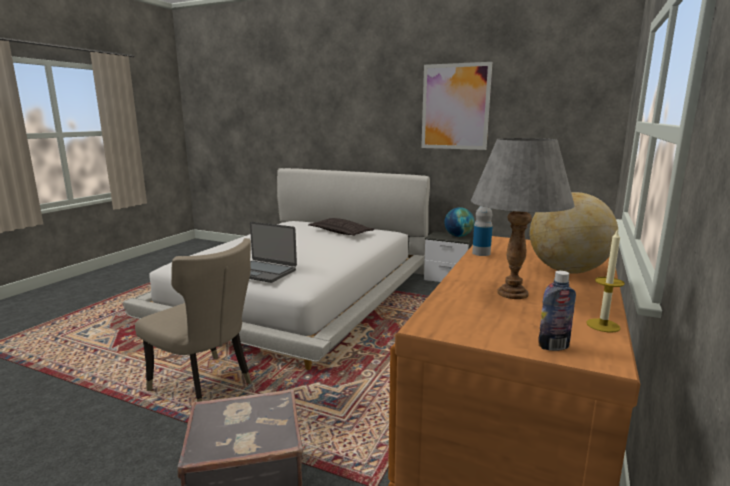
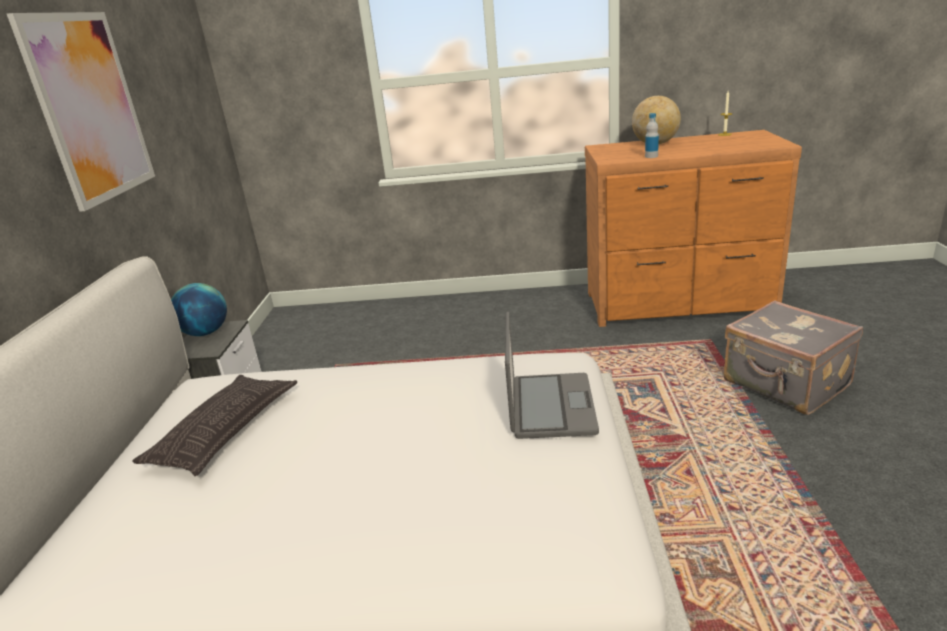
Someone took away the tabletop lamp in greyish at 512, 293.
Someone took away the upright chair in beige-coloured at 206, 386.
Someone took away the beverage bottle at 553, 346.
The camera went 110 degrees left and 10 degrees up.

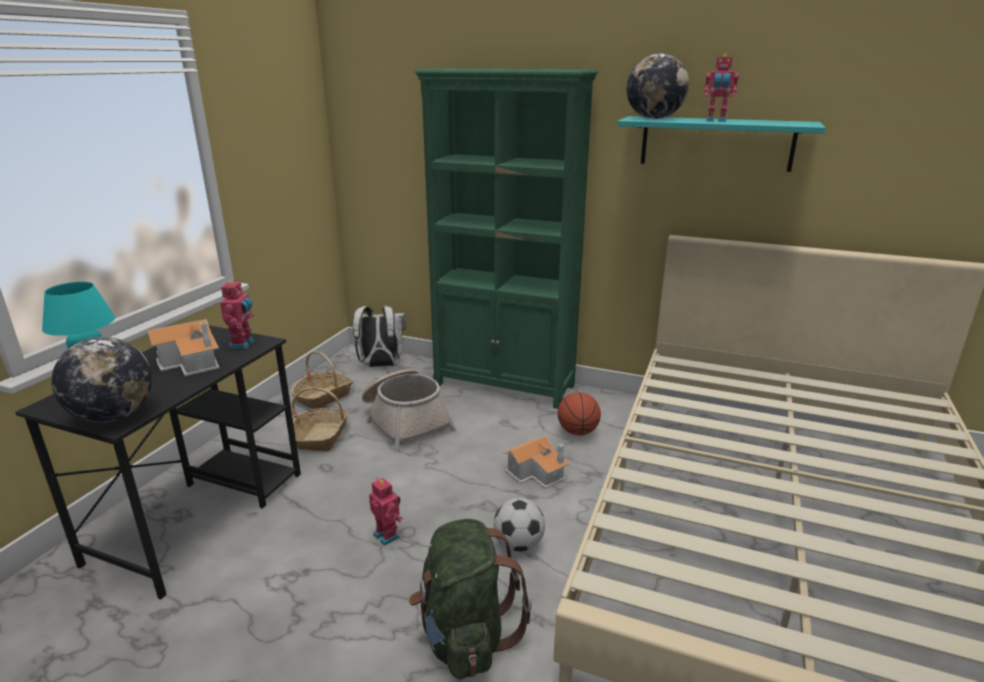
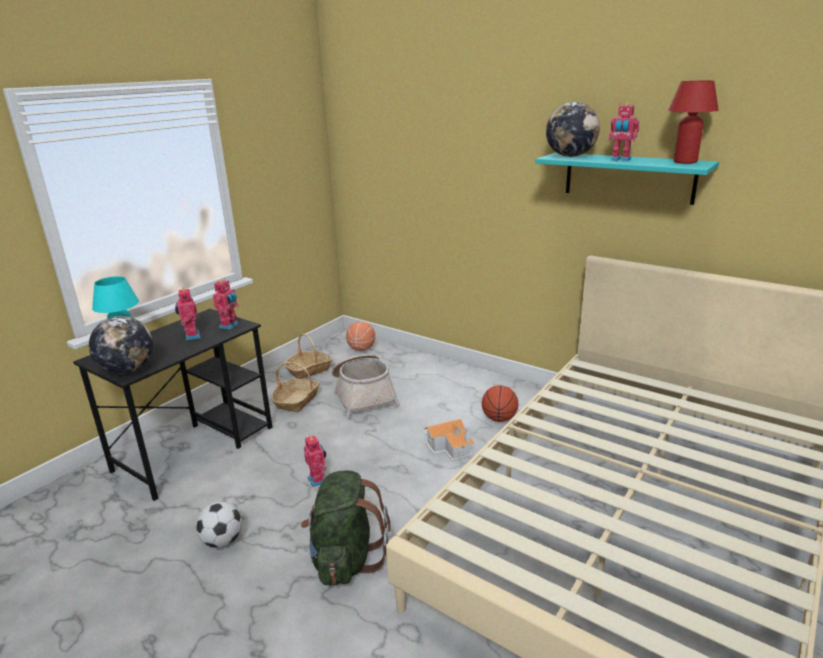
Someone took away the bookcase in green at 505, 385.
Someone swapped the backpack in whitish at 381, 365 for the basketball ball at 361, 349.
Someone swapped the toy house at 192, 362 for the toy robot at 191, 336.
Someone carried the ball for football from 518, 544 to 222, 541.
Someone put down the tabletop lamp in red at 685, 162.
The camera went 15 degrees right and 0 degrees up.

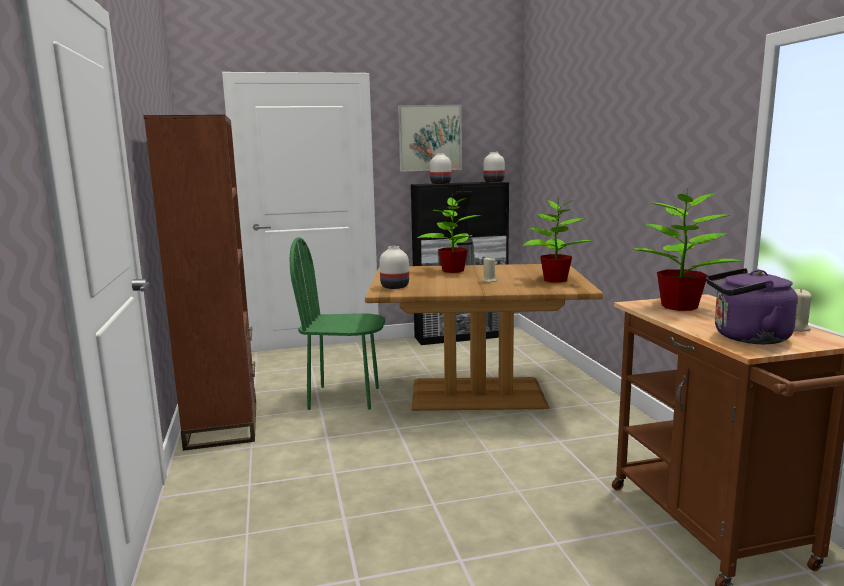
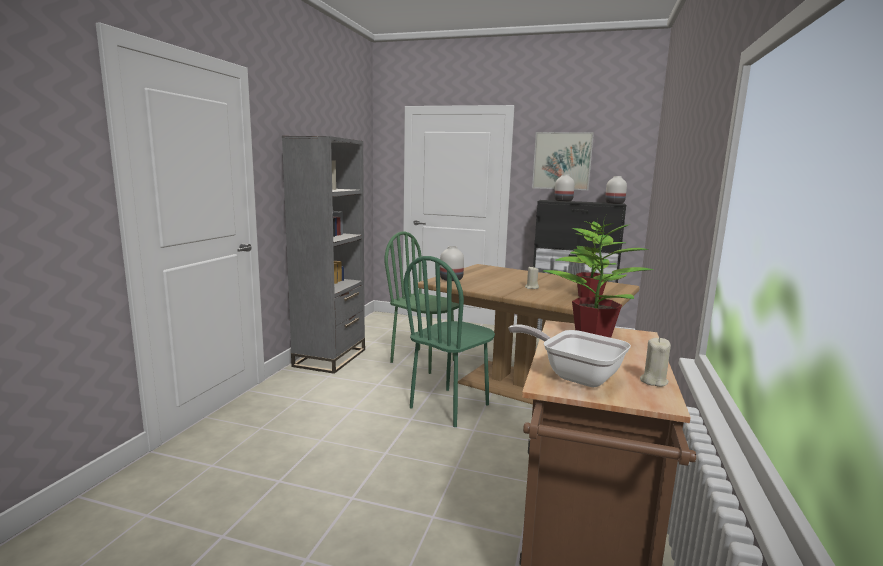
Someone repainted the bookcase in brownish at 223, 425, which became the bookcase in greyish at 330, 358.
Someone took away the houseplant at 452, 270.
Someone swapped the water kettle in purple at 746, 338 for the pan at 574, 375.
Someone put down the upright chair in green at 450, 406.
The camera went 30 degrees right and 0 degrees up.

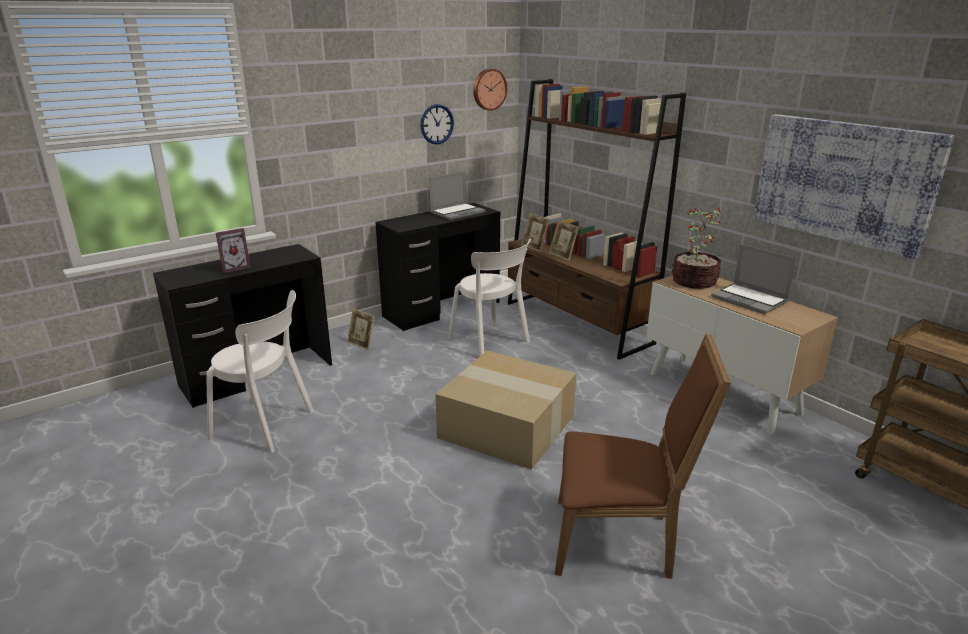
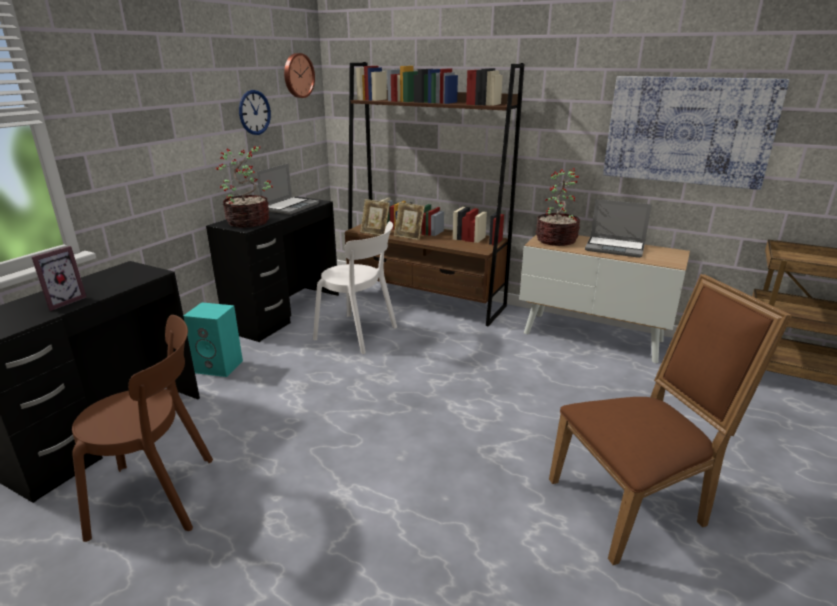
Someone repainted the upright chair in whitish at 266, 425, which became the upright chair in brownish at 160, 496.
Someone swapped the photo frame at 361, 344 for the speaker in turquoise at 220, 366.
Someone took away the packing box at 509, 426.
Someone put down the houseplant at 249, 222.
The camera went 25 degrees left and 0 degrees up.

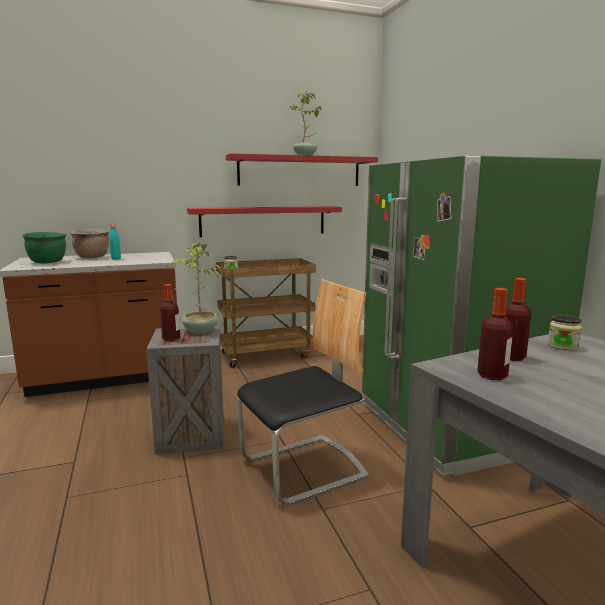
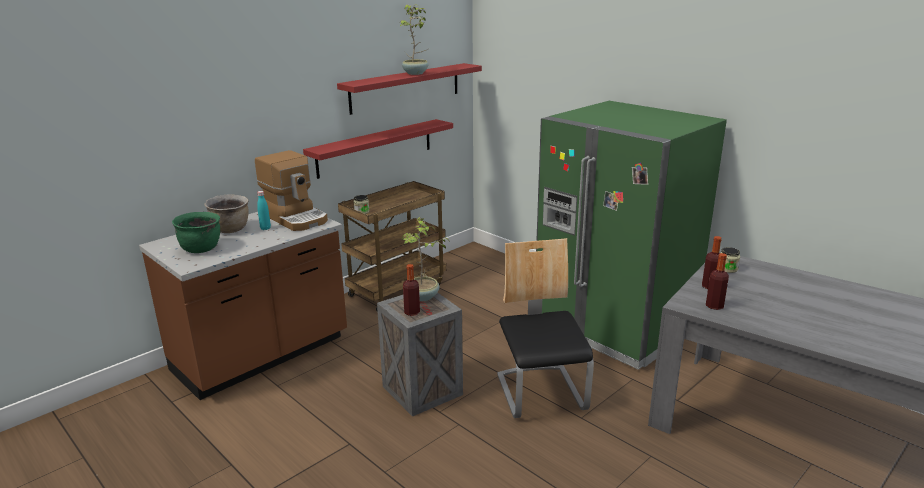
Someone rotated the upright chair at 304, 469 by 45 degrees counterclockwise.
Someone put down the coffee maker at 296, 217.
The camera went 25 degrees left and 10 degrees up.

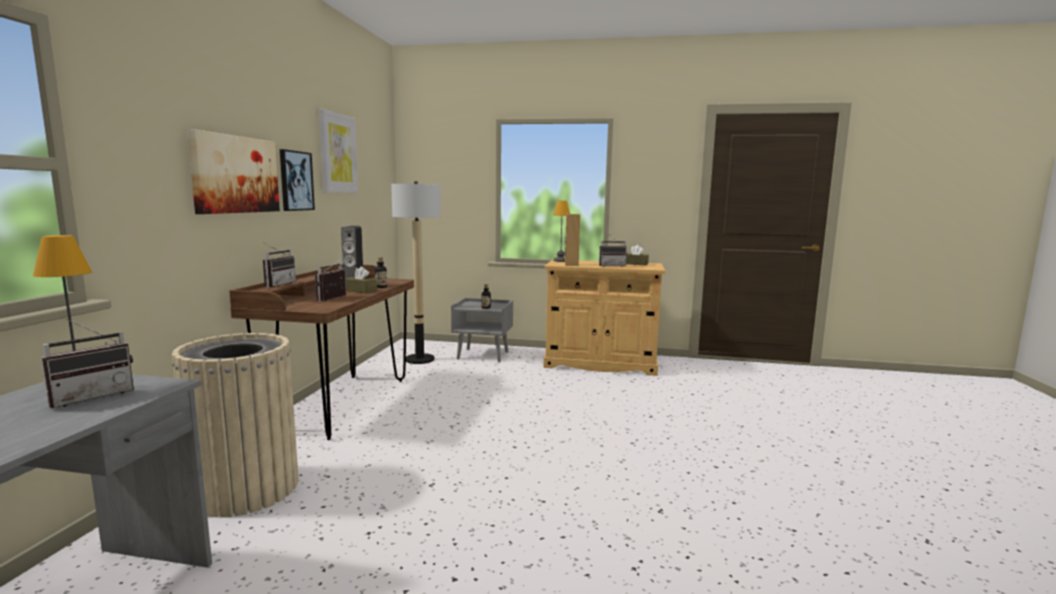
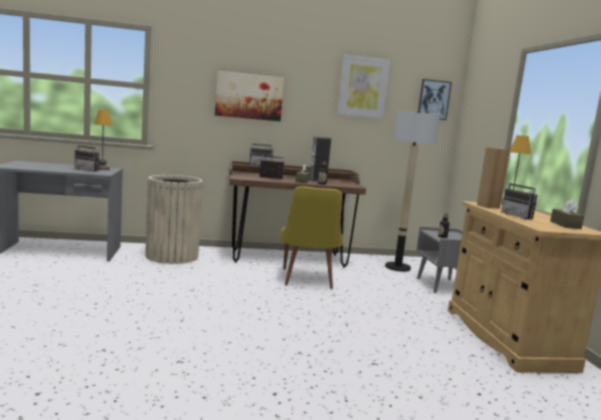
Someone carried the picture from 295, 181 to 433, 99.
Someone put down the upright chair in yellow-coloured at 306, 280.
The camera went 70 degrees right and 0 degrees up.

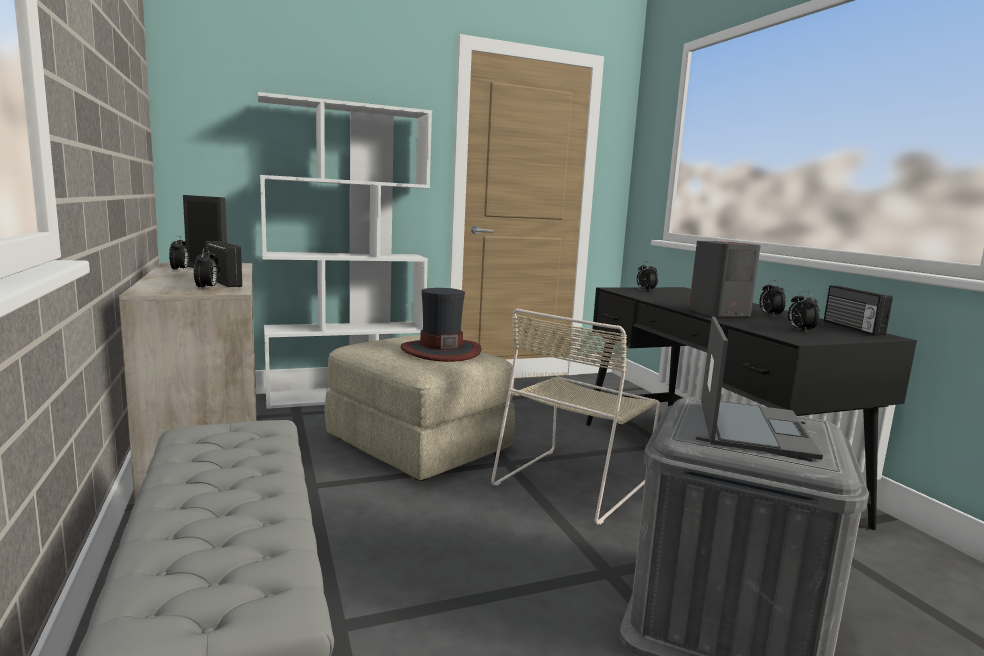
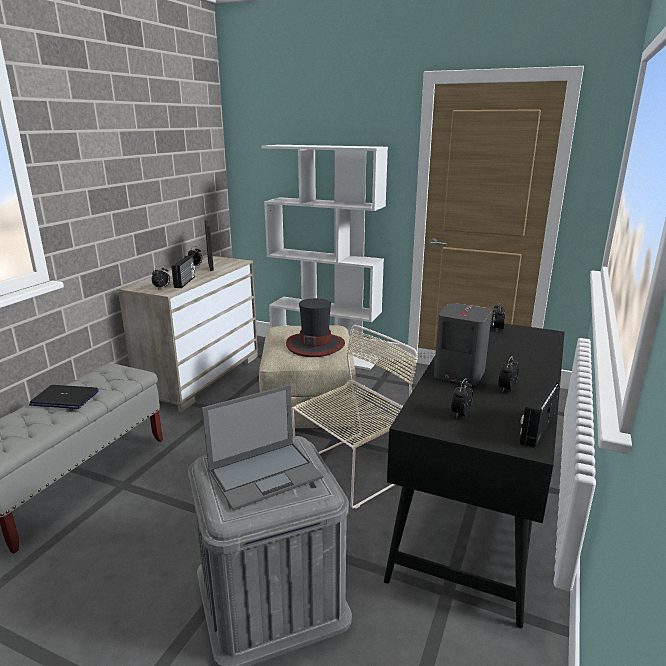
Someone rotated the upright chair in beige-coloured at 574, 481 by 150 degrees clockwise.
Someone put down the laptop at 64, 398.
The camera went 45 degrees right and 10 degrees up.

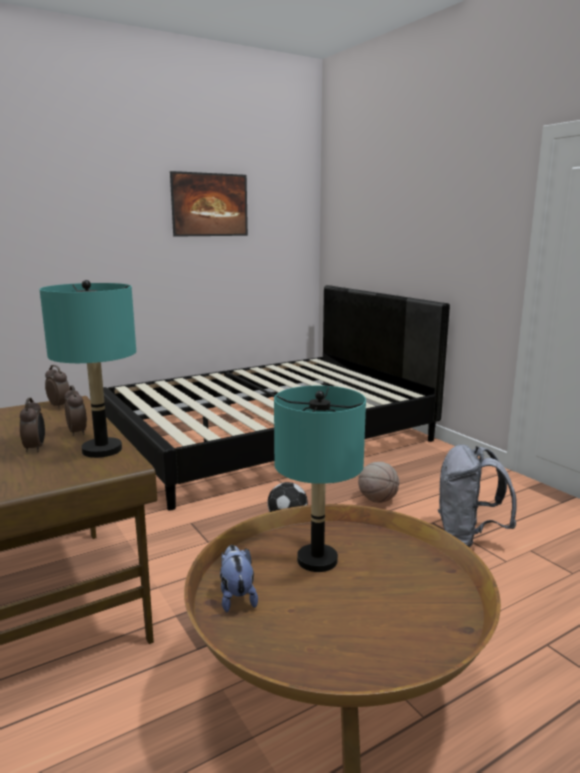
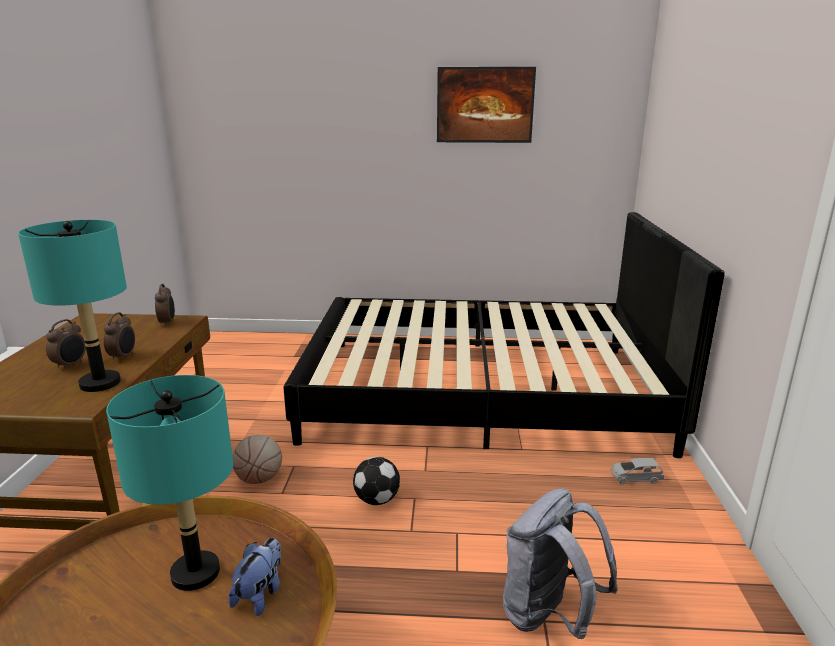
Someone carried the basketball ball from 377, 500 to 259, 479.
Someone carried the cuddly toy from 236, 597 to 260, 594.
Someone put down the miniature car in greyish at 635, 478.
The camera went 35 degrees right and 5 degrees up.

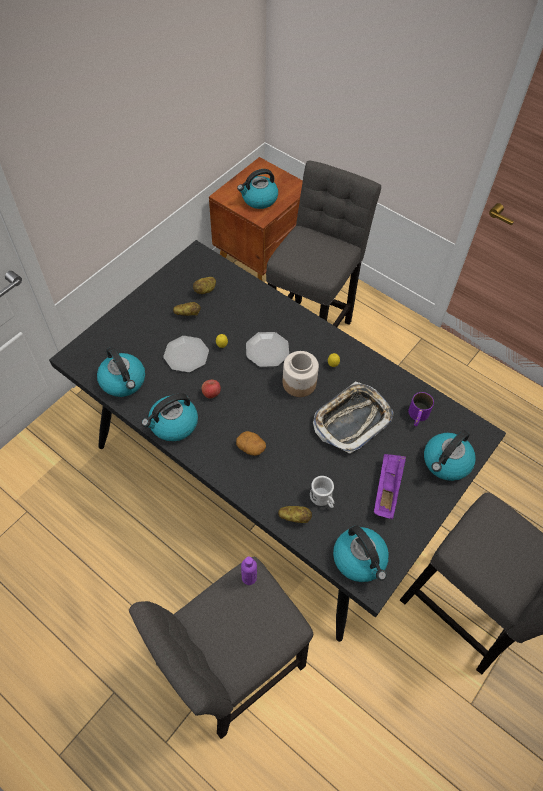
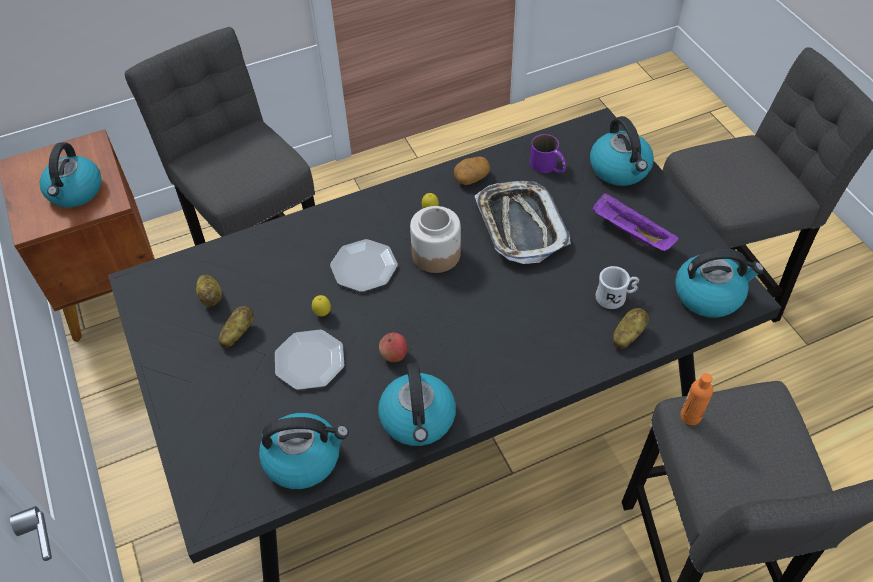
Someone carried the potato from 251, 447 to 471, 177.
Someone repainted the beverage bottle in purple at 249, 577, which became the beverage bottle in orange-coloured at 690, 416.
The camera went 60 degrees left and 5 degrees down.

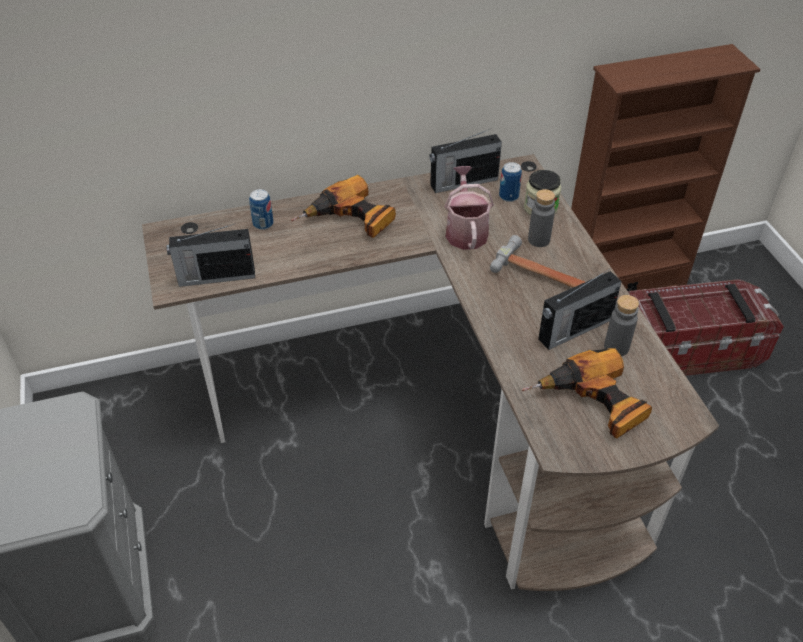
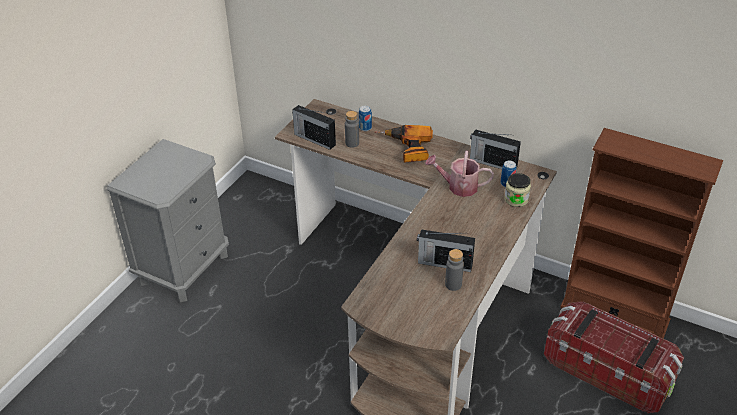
Someone rotated the watering pot at 465, 230 by 120 degrees counterclockwise.
Someone carried the beverage bottle in greyish from 539, 240 to 352, 143.
Someone took away the hand hammer at 542, 275.
Someone took away the power drill at 592, 404.
The camera went 45 degrees right and 5 degrees down.

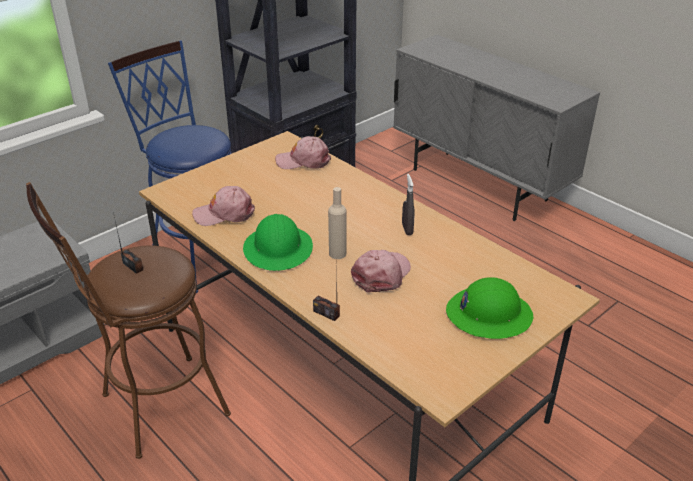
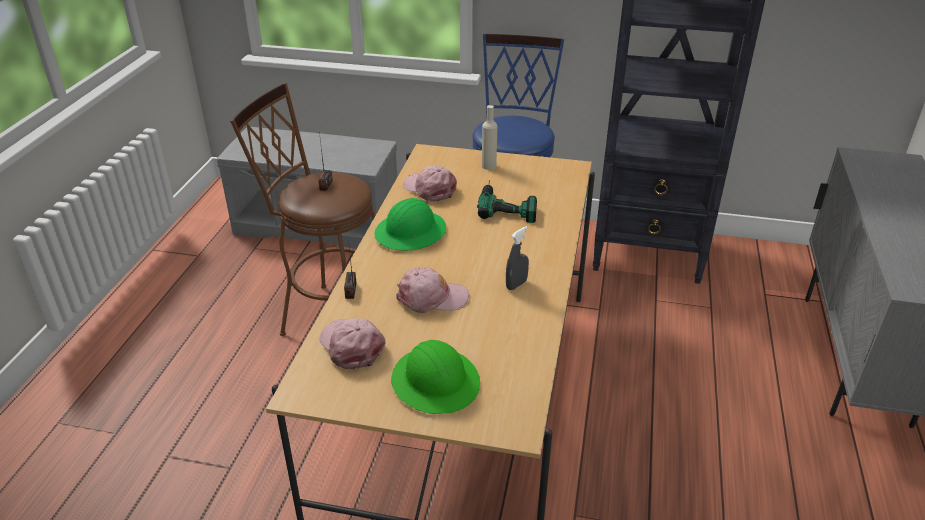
Someone carried the cap in pink from 303, 161 to 351, 346.
Someone carried the beverage bottle in beige-coloured from 337, 254 to 489, 166.
Someone put down the power drill at 507, 203.
The camera went 55 degrees right and 0 degrees up.

